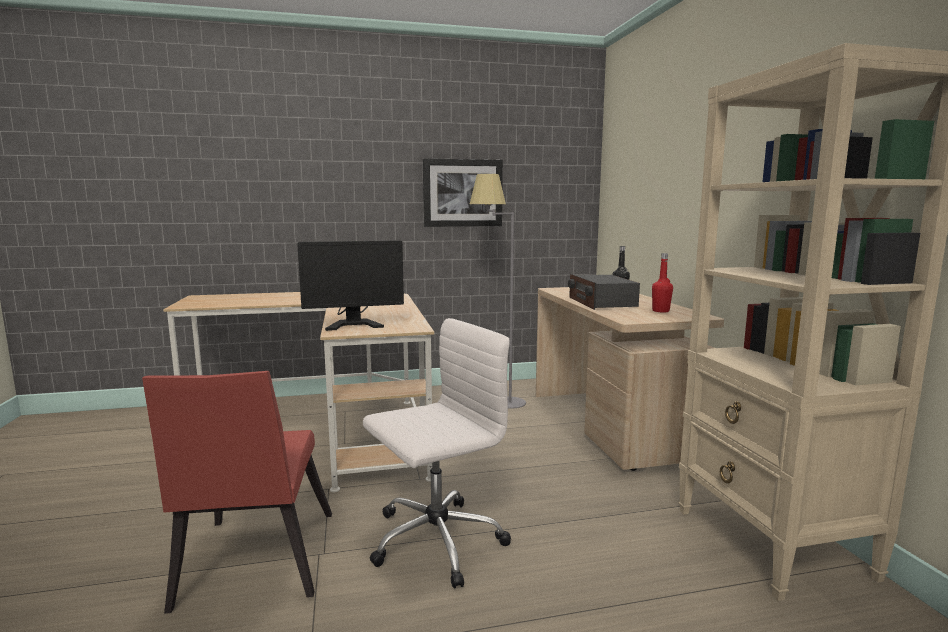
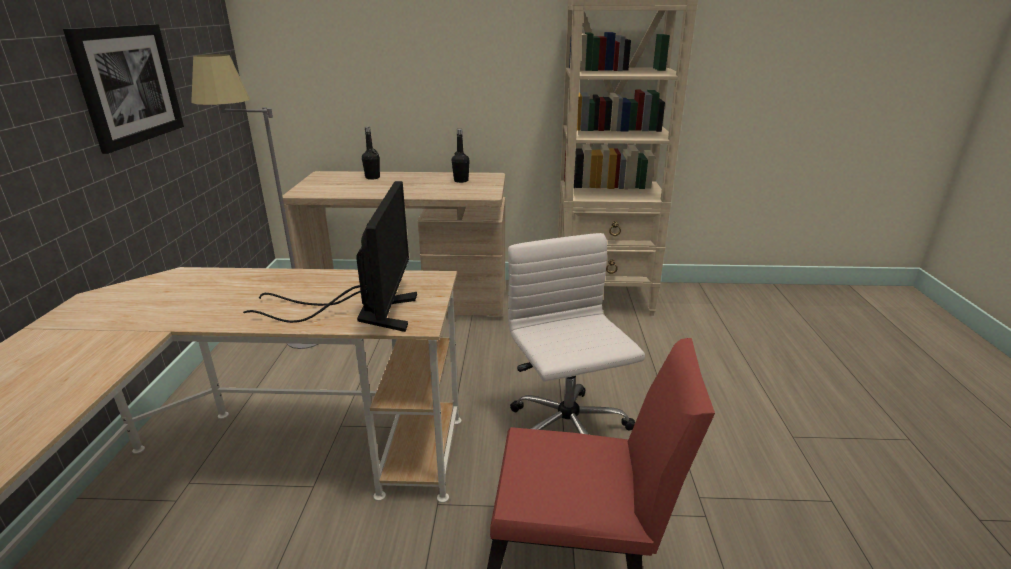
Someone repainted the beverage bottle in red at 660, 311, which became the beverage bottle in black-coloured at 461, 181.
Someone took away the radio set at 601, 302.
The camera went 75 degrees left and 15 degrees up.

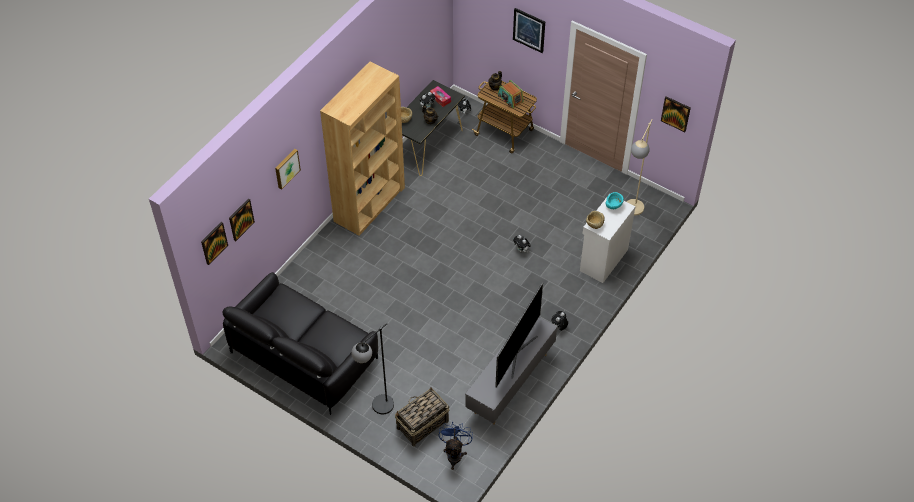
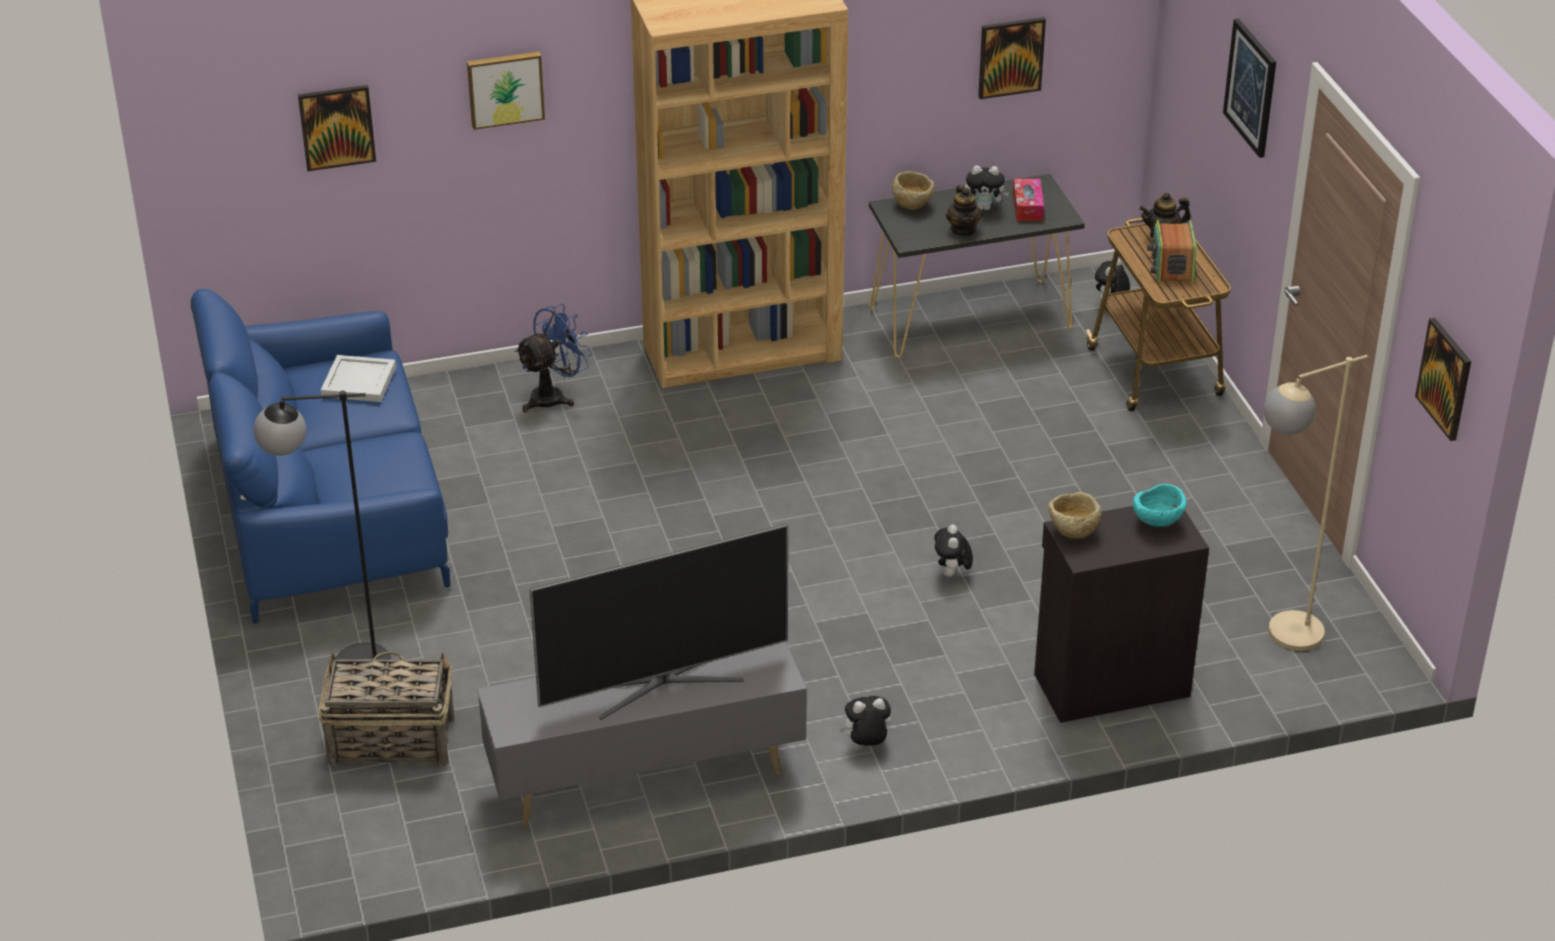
Someone repainted the storage cabinet in whitish at 602, 260, which became the storage cabinet in black-coloured at 1109, 683.
Someone carried the picture from 214, 243 to 1010, 57.
Someone repainted the settee in black-coloured at 304, 355, which became the settee in bluish at 329, 510.
Someone carried the cooling fan in bluish from 455, 453 to 554, 396.
Someone put down the serving tray in whitish at 357, 382.
The camera went 40 degrees right and 15 degrees down.

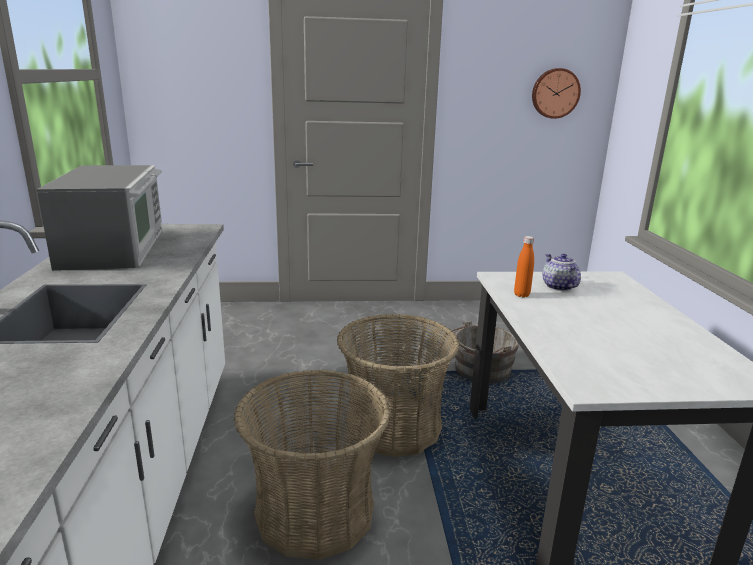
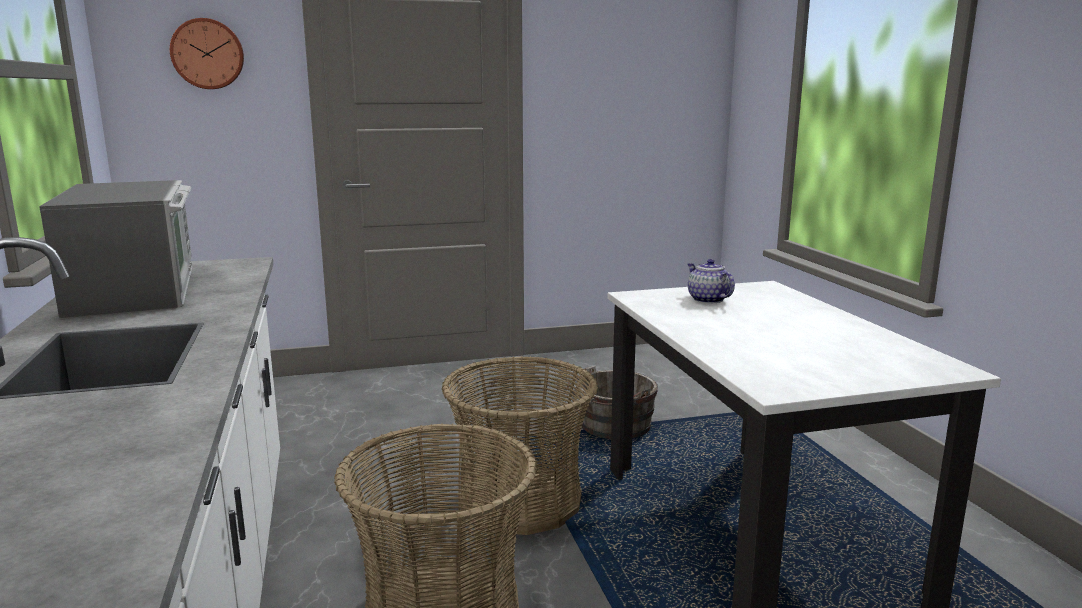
Someone carried the clock on the wall from 555, 93 to 208, 54.
Someone took away the beverage bottle in orange-coloured at 521, 295.
The camera went 10 degrees left and 5 degrees down.

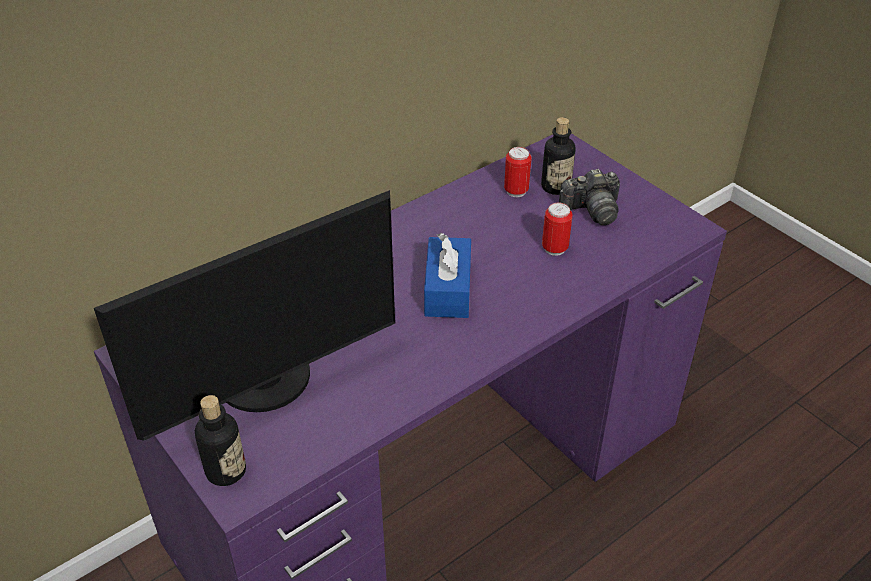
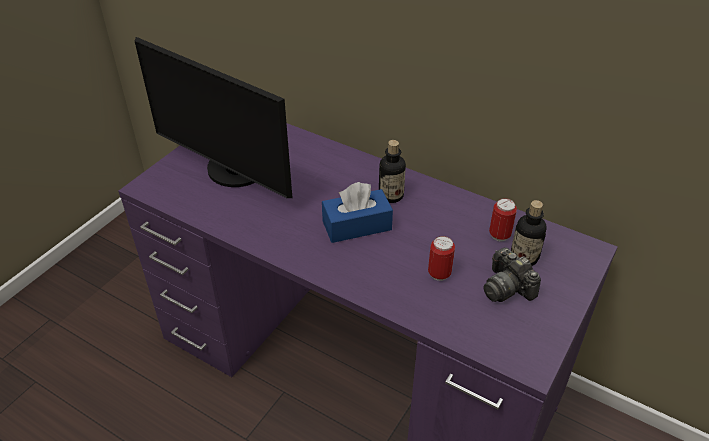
Someone carried the beverage bottle from 226, 471 to 391, 195.
The camera went 70 degrees right and 0 degrees up.

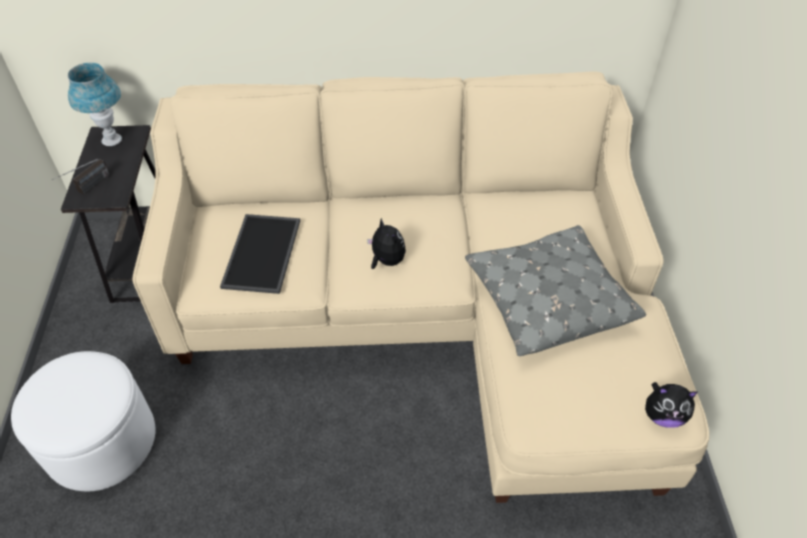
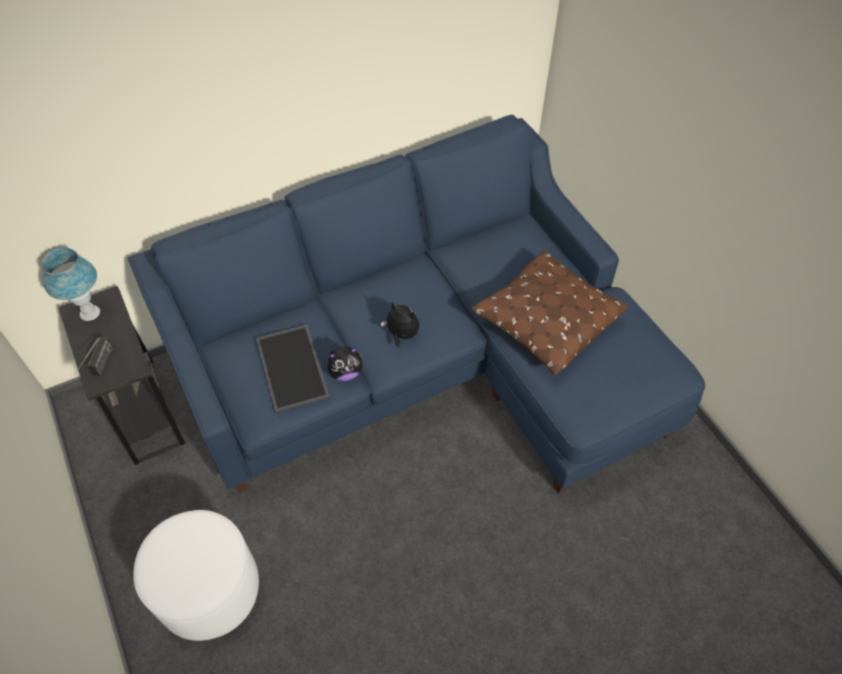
Someone repainted the settee in beige-coloured at 429, 311, which became the settee in bluish at 427, 361.
Someone repainted the pillow in greyish at 547, 299, which became the pillow in brownish at 546, 320.
Someone carried the cuddly toy from 662, 415 to 345, 372.
The camera went 25 degrees left and 5 degrees up.

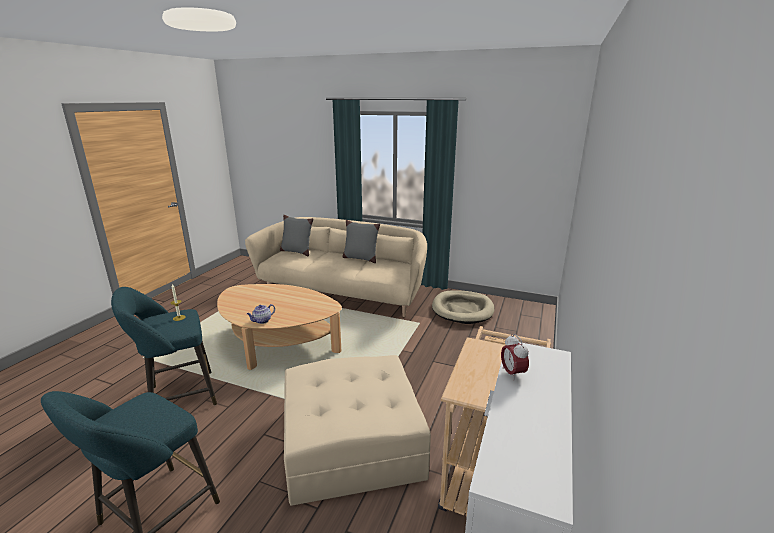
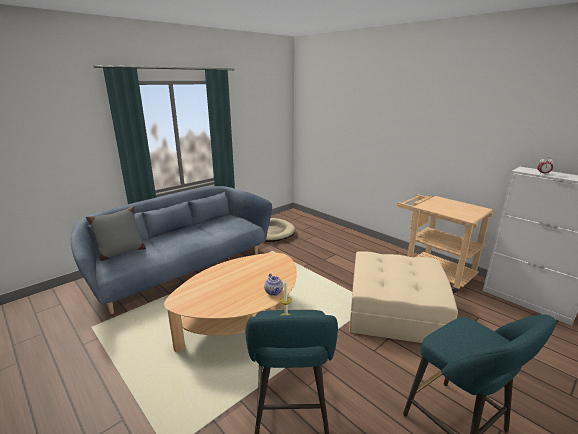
Someone repainted the settee in beige-coloured at 344, 293, which became the settee in bluish at 182, 269.
Someone took away the pillow in greyish at 360, 258.
The camera went 65 degrees left and 0 degrees up.

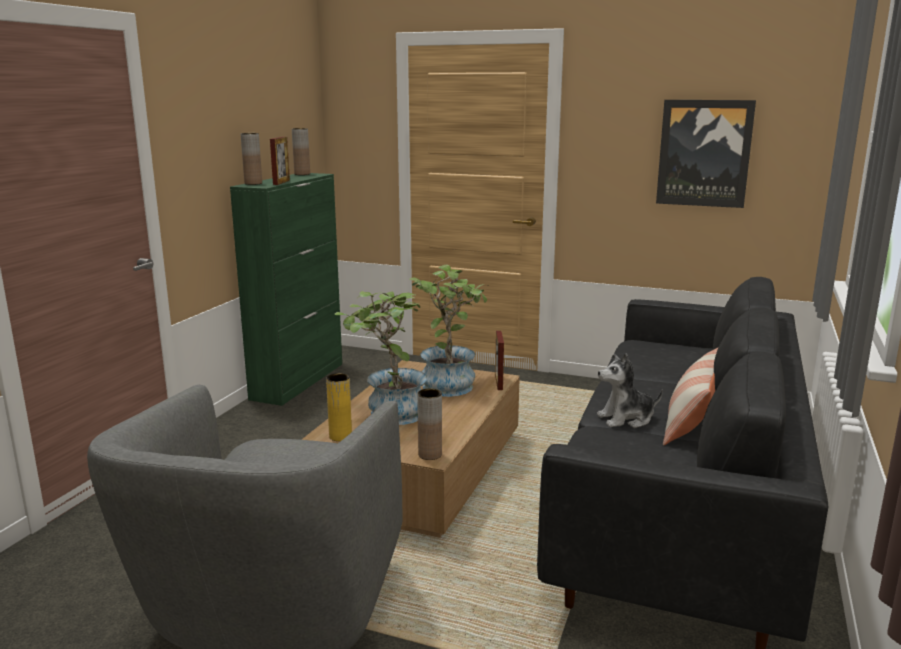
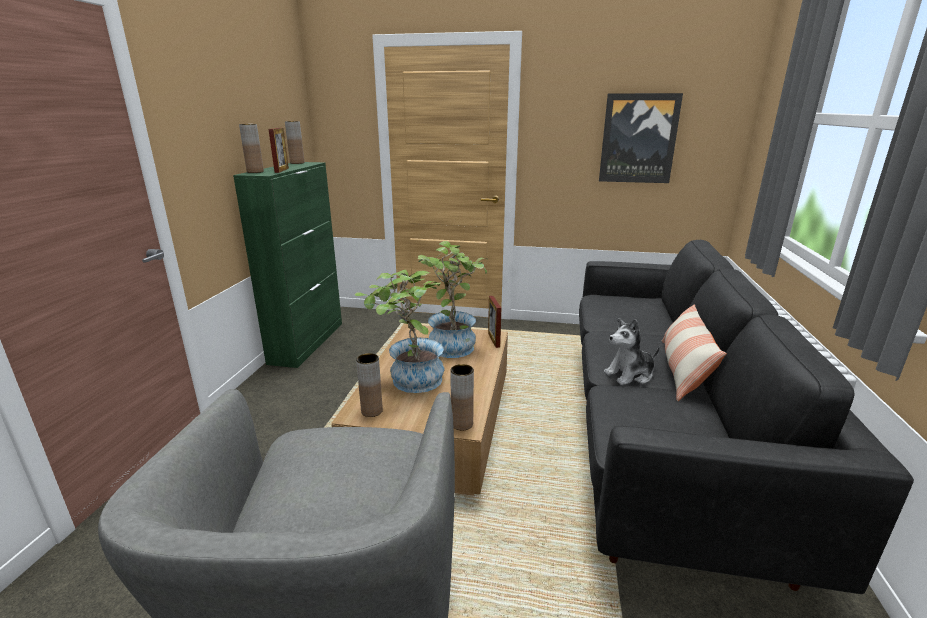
Someone repainted the decorative vase in yellow-coloured at 340, 436, which became the decorative vase in brownish at 372, 411.
The camera went 10 degrees left and 5 degrees up.

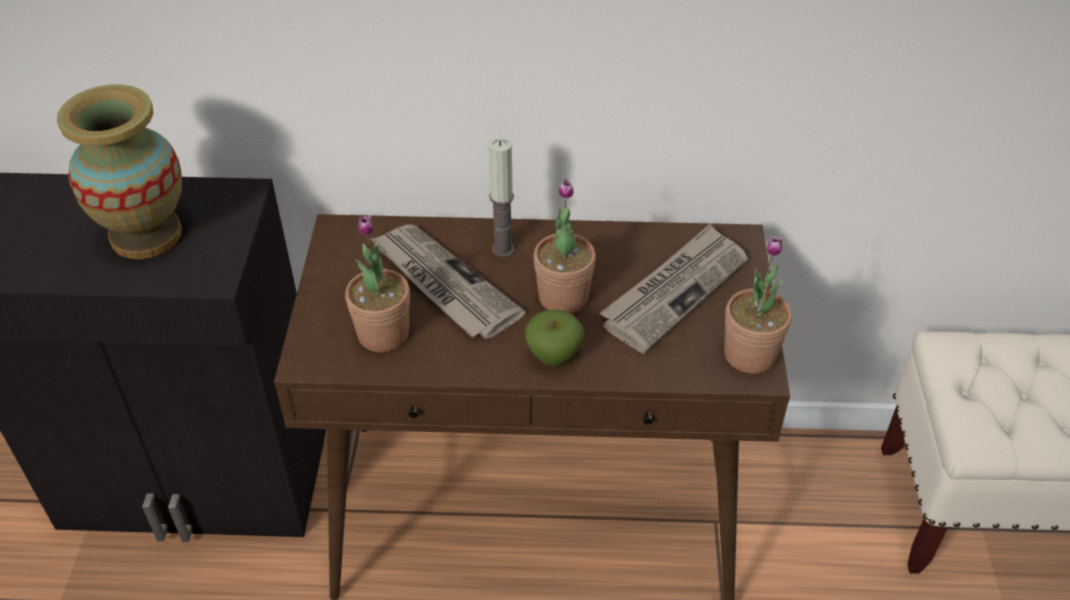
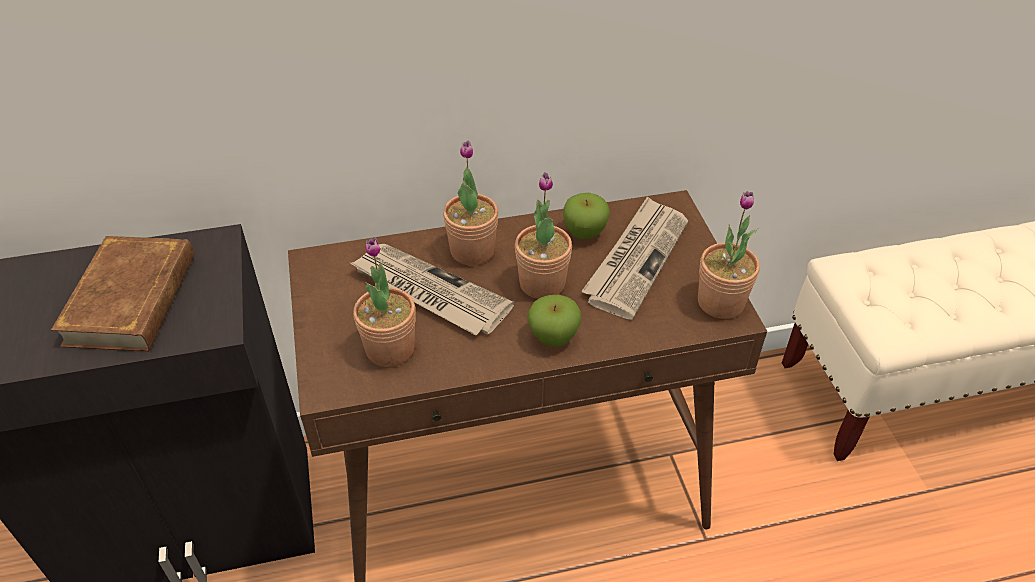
Someone swapped the decorative vase at 146, 235 for the volume in brownish at 133, 299.
Someone swapped the candle at 503, 249 for the houseplant at 472, 251.
Someone put down the whole apple at 584, 233.
The camera went 15 degrees left and 0 degrees up.

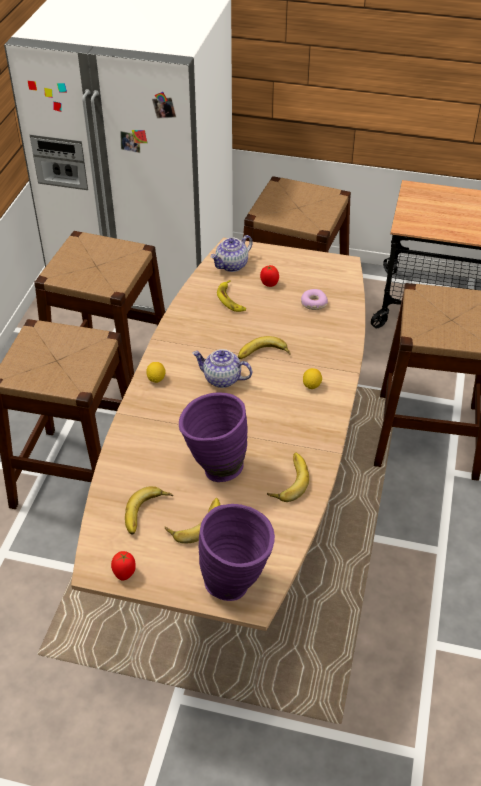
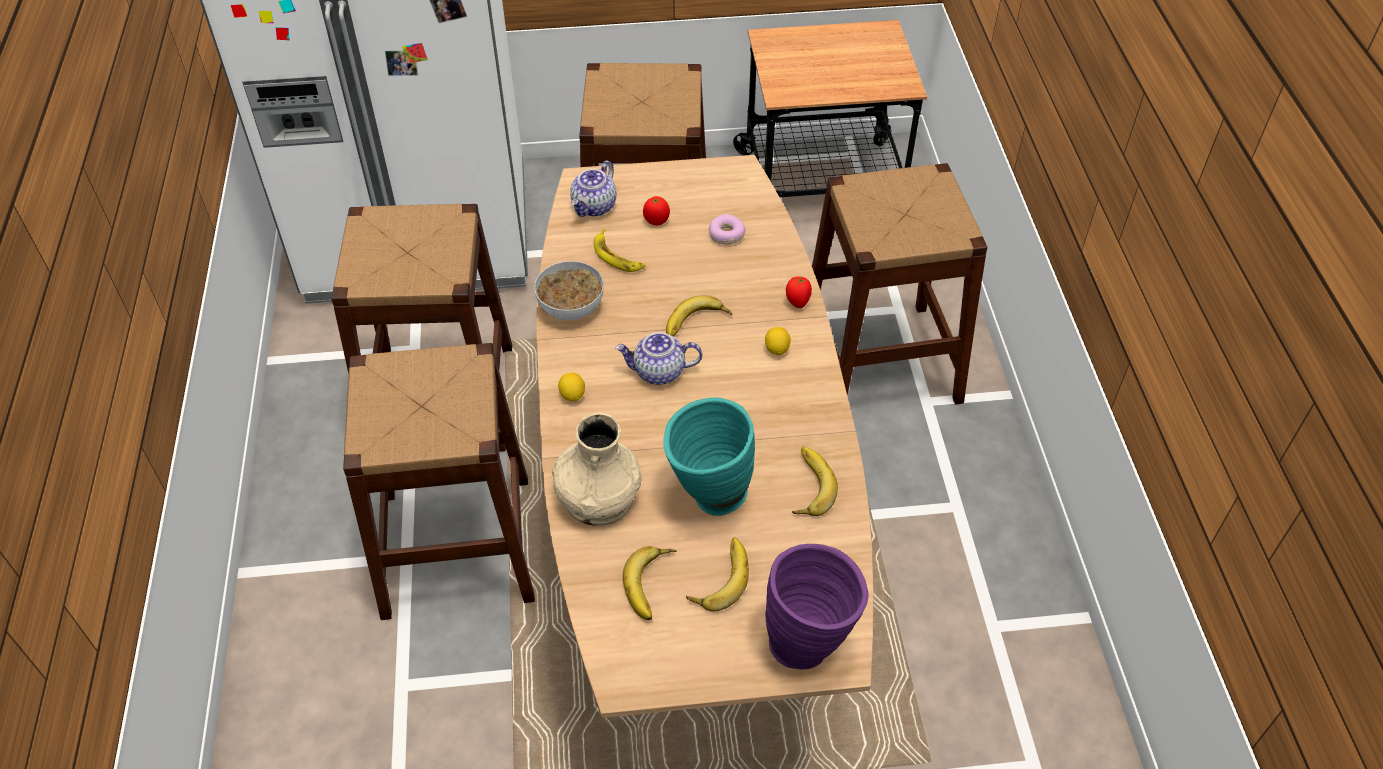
Someone repainted the decorative vase in purple at 213, 468, which became the decorative vase in turquoise at 707, 497.
Someone carried the fresh tomato from 125, 573 to 797, 302.
Someone put down the deep dish at 572, 307.
Someone put down the decorative vase in beige-coloured at 598, 497.
The camera went 20 degrees left and 5 degrees up.

